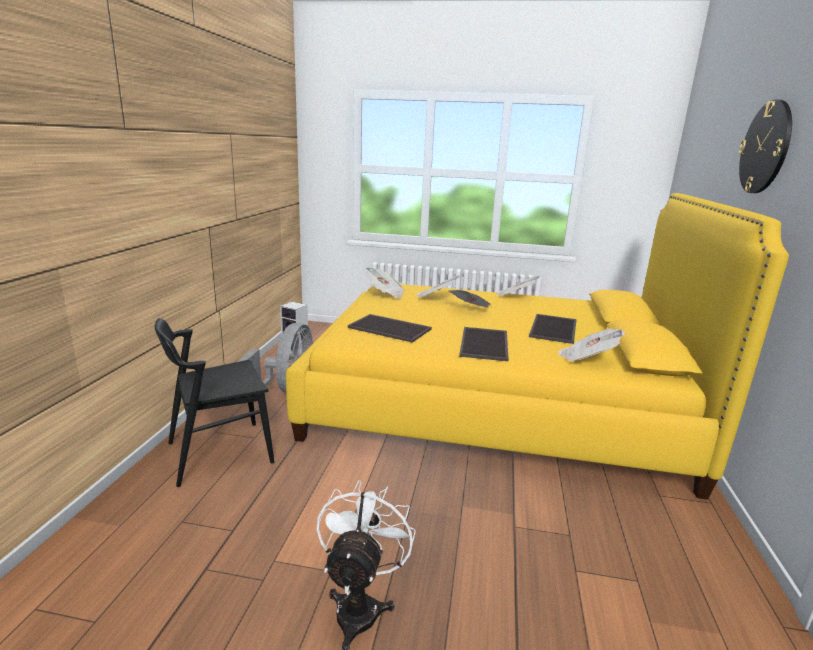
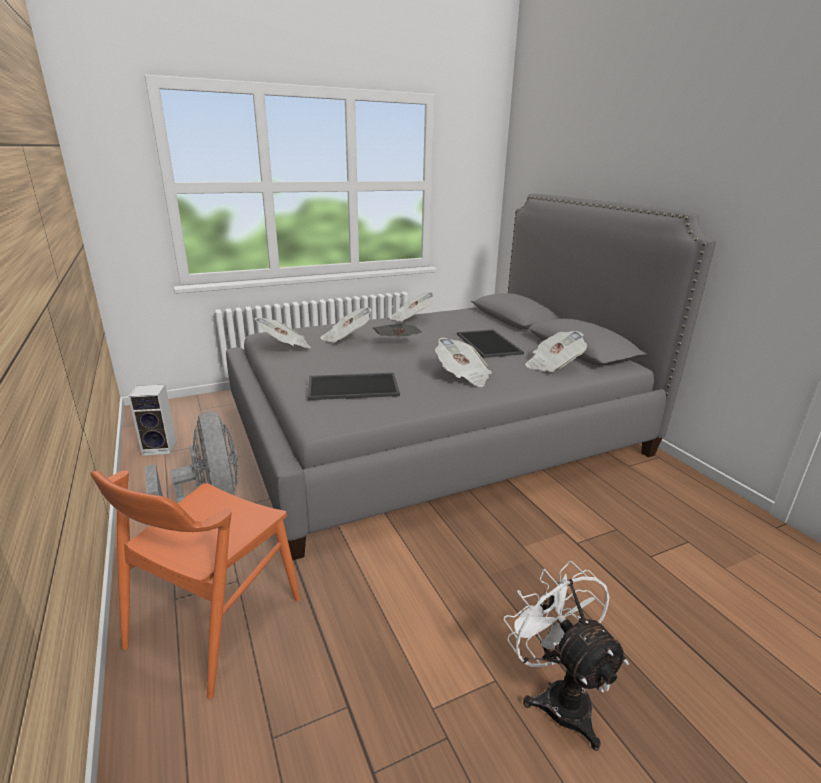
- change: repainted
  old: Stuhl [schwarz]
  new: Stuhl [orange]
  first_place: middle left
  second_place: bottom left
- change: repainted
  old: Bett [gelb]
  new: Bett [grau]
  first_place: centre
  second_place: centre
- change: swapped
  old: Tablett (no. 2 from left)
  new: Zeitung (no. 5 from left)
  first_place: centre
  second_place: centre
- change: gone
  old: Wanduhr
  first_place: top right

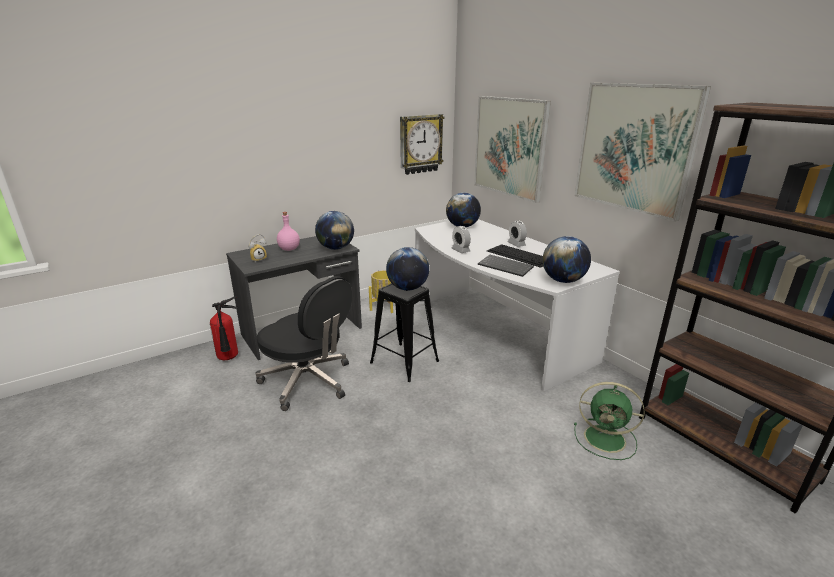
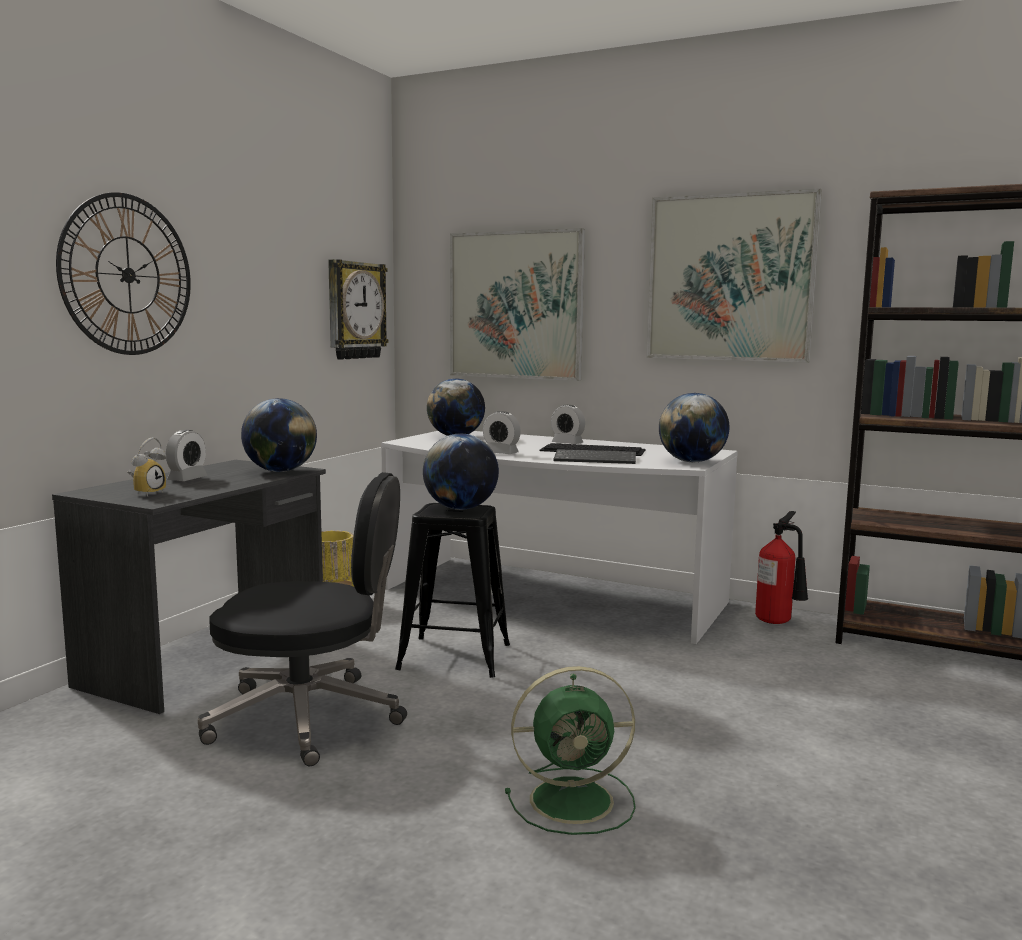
- change: new
  new: Wanduhr (no. 1 from left)
  second_place: top left
- change: swapped
  old: Flasche [rosa]
  new: Wecker (no. 2 from left)
  first_place: centre
  second_place: middle left
- change: shifted
  old: Ventilator [grün]
  first_place: bottom right
  second_place: bottom centre
- change: shifted
  old: Feuerlöscher
  first_place: middle left
  second_place: middle right

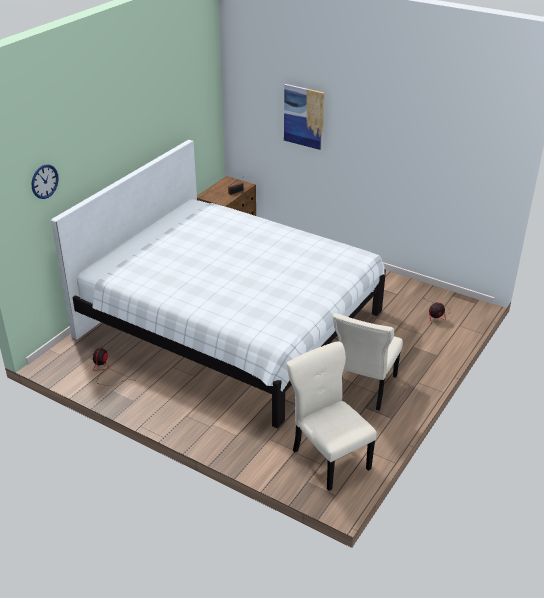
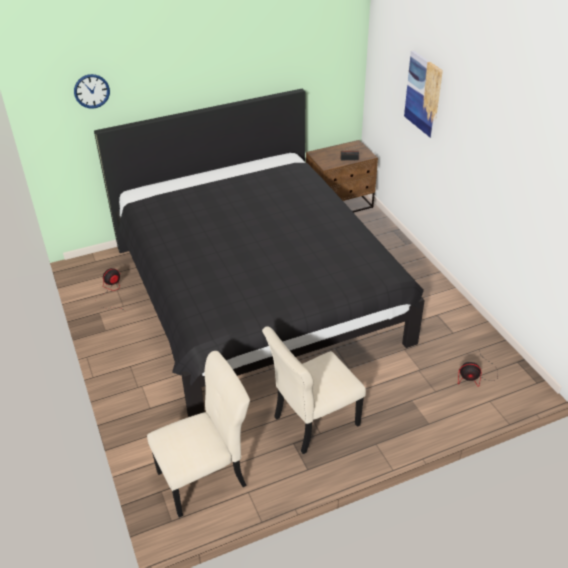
- change: repainted
  old: Bett [weiß]
  new: Bett [schwarz]
  first_place: centre
  second_place: centre
- change: rotated
  old: Stuhl [beige] (no. 1 from left)
  first_place: bottom centre
  second_place: bottom centre
  degrees: 60

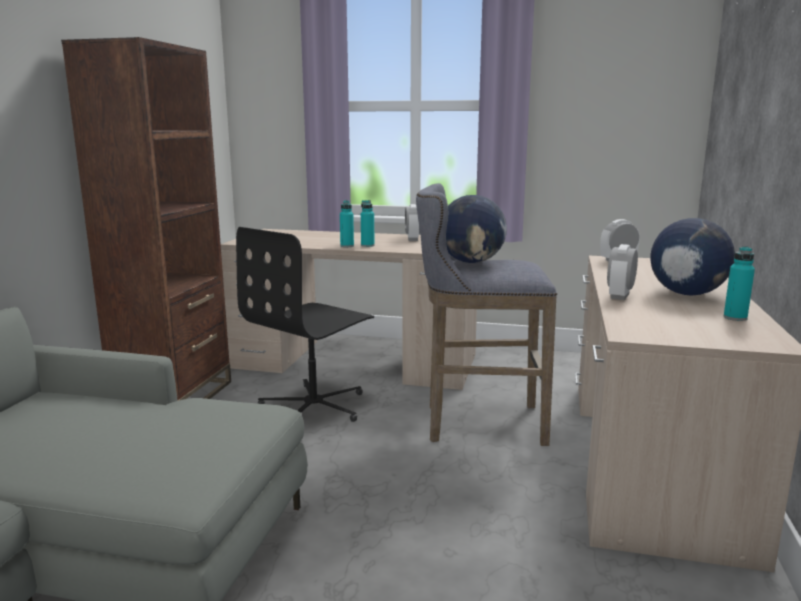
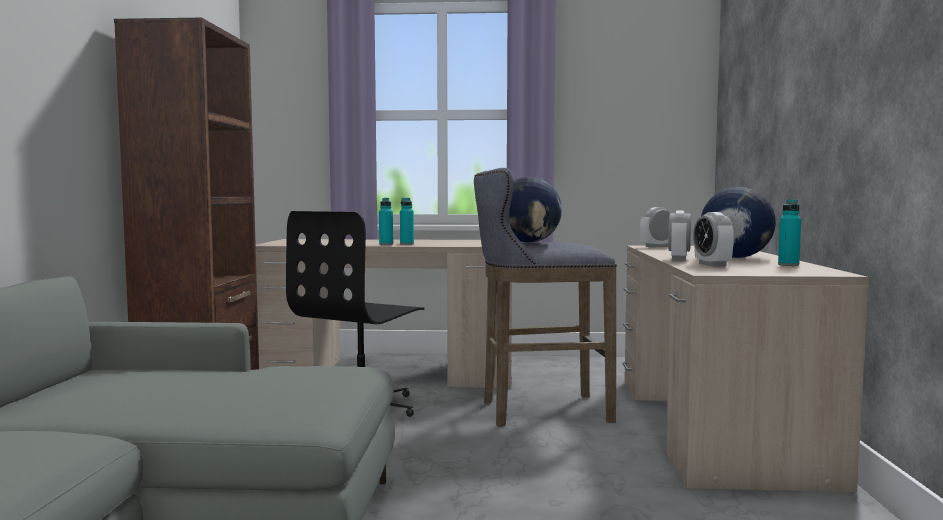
- change: shifted
  old: Wecker (no. 1 from left in the first image)
  new: Wecker (no. 3 from left)
  first_place: centre
  second_place: middle right

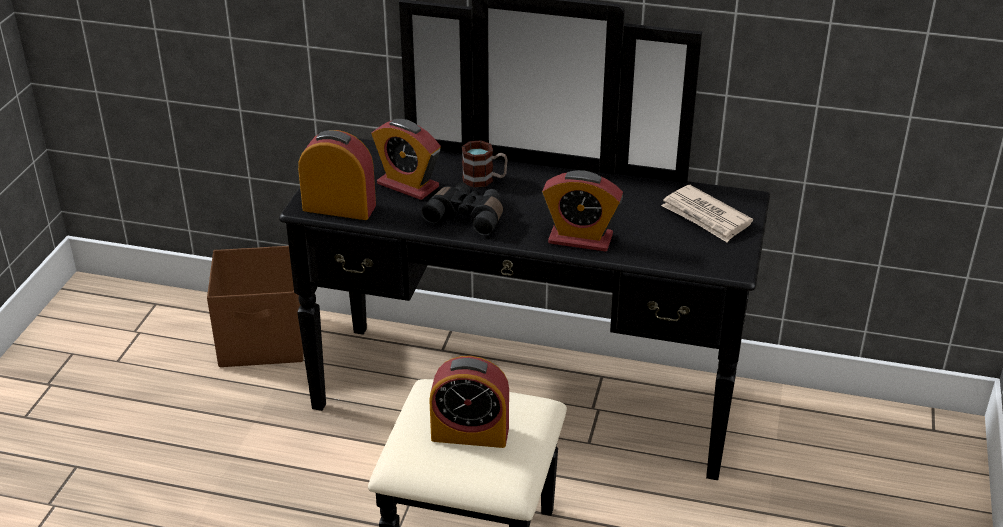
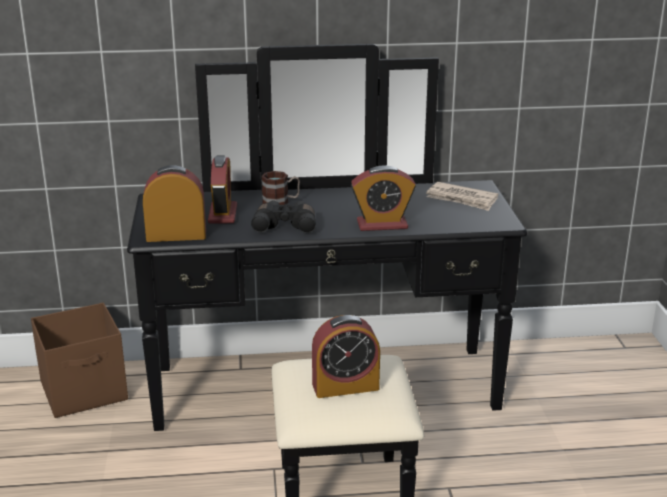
- change: rotated
  old: Wecker (no. 2 from left)
  first_place: top centre
  second_place: middle left
  degrees: -105

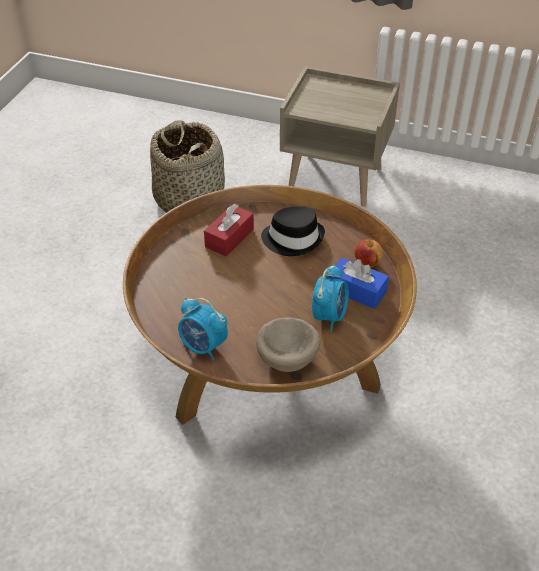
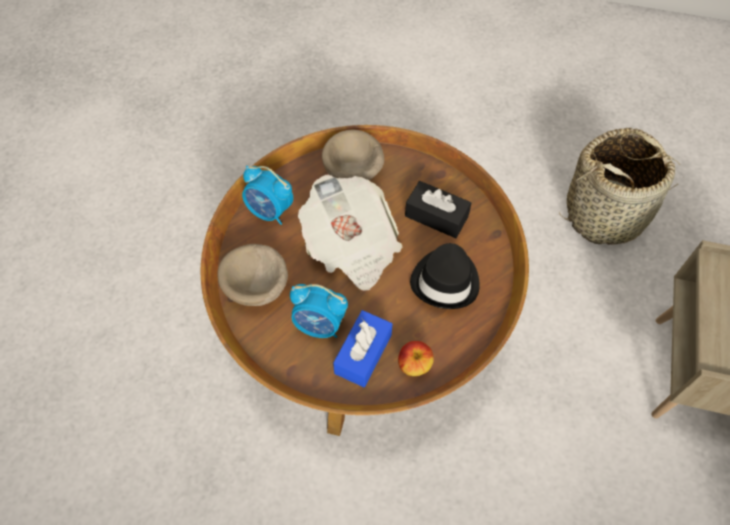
- change: rotated
  old: Wecker (no. 1 from left)
  first_place: centre
  second_place: centre
  degrees: -90
- change: new
  new: Zeitung
  second_place: centre
- change: new
  new: Schüssel [beige] (no. 2 from left)
  second_place: top centre
- change: repainted
  old: Taschentuchbox [rot]
  new: Taschentuchbox [schwarz]
  first_place: centre
  second_place: centre

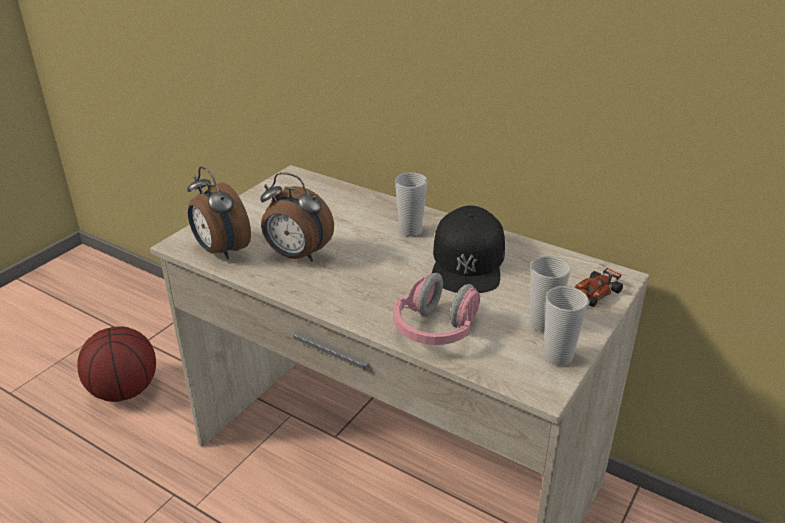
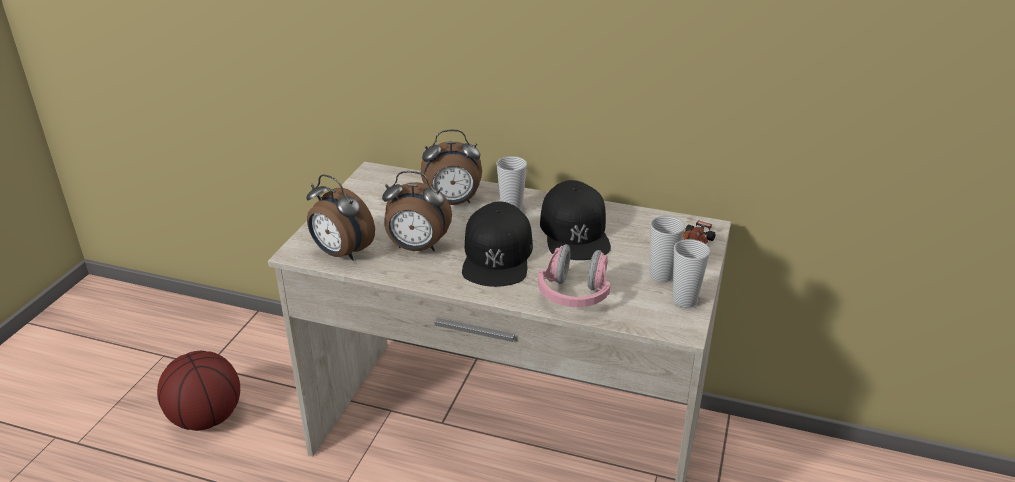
- change: new
  new: Wecker (no. 3 from left)
  second_place: centre
- change: new
  new: Kappe [schwarz] (no. 1 from left)
  second_place: centre

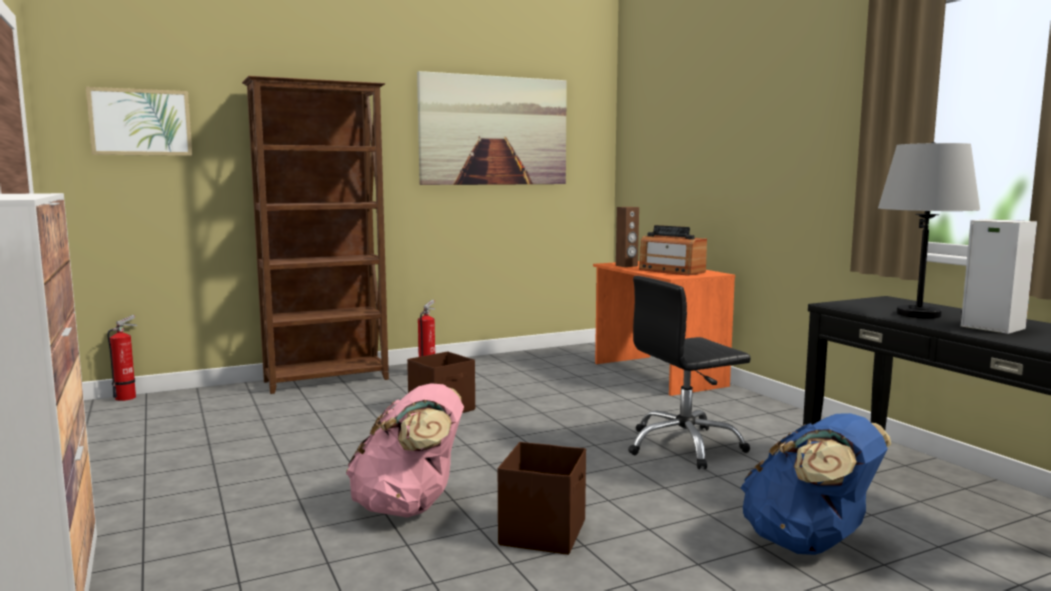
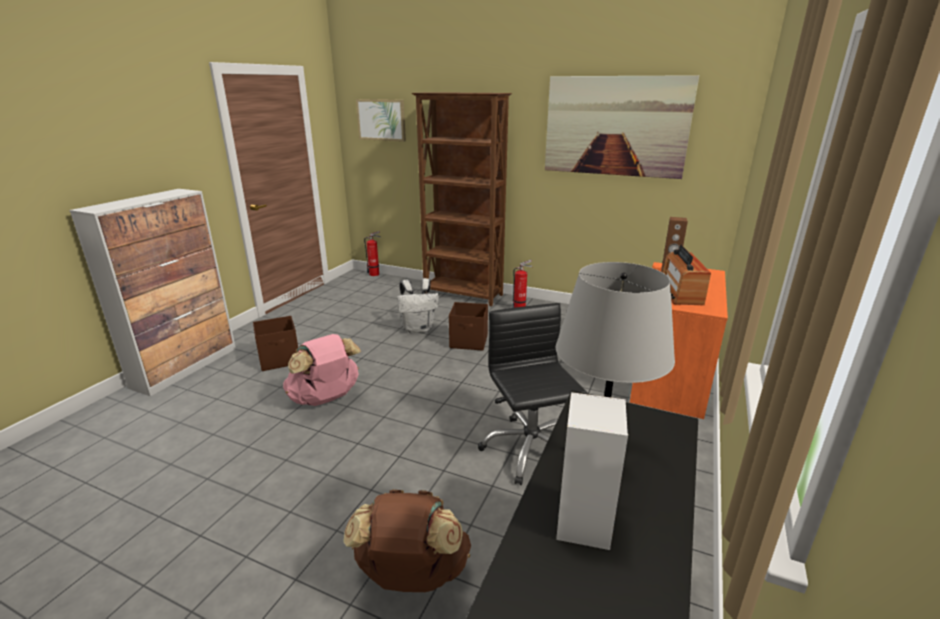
- change: shifted
  old: Aufbewahrungsbox [braun] (no. 2 from left in the first image)
  new: Aufbewahrungsbox [braun] (no. 1 from left)
  first_place: bottom centre
  second_place: middle left
- change: repainted
  old: Rucksack [blau]
  new: Rucksack [braun]
  first_place: bottom right
  second_place: bottom centre
- change: new
  new: Rucksack [weiß]
  second_place: centre
- change: rotated
  old: Bürostuhl [schwarz]
  first_place: centre
  second_place: centre
  degrees: 45

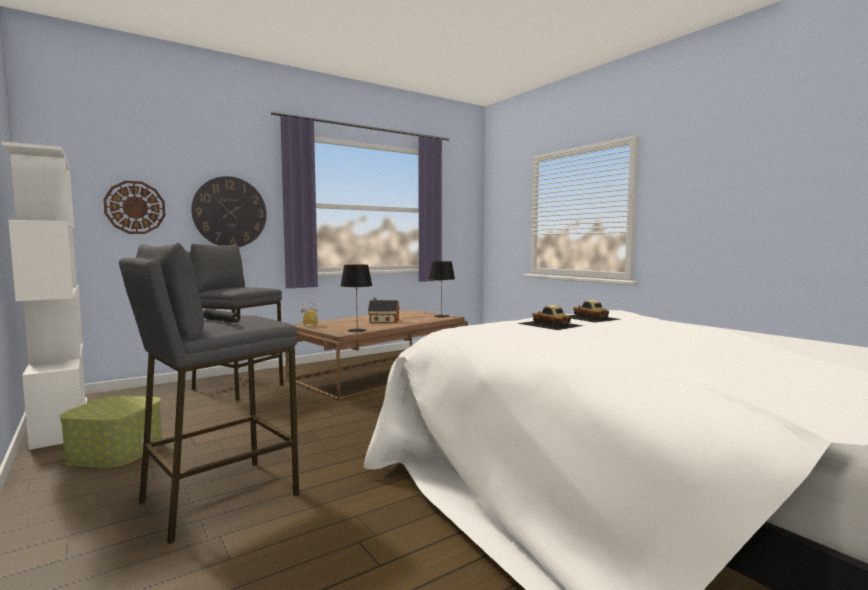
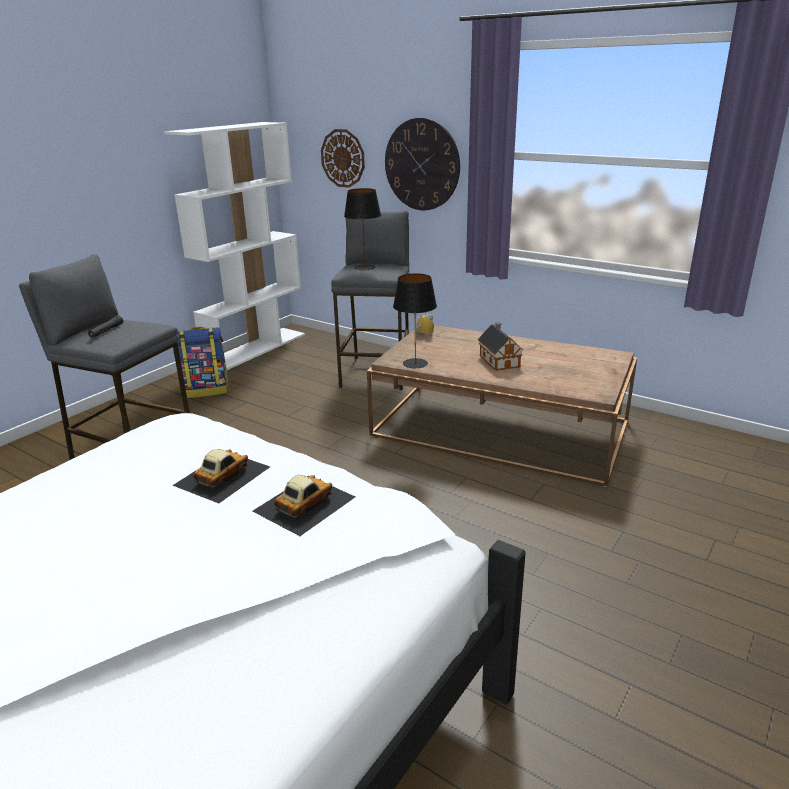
- change: swapped
  old: Aufbewahrungsbox
  new: Rucksack
  first_place: bottom left
  second_place: middle left
- change: shifted
  old: Tischlampe [schwarz] (no. 2 from left in the first image)
  new: Tischlampe [schwarz] (no. 1 from left)
  first_place: centre
  second_place: top centre

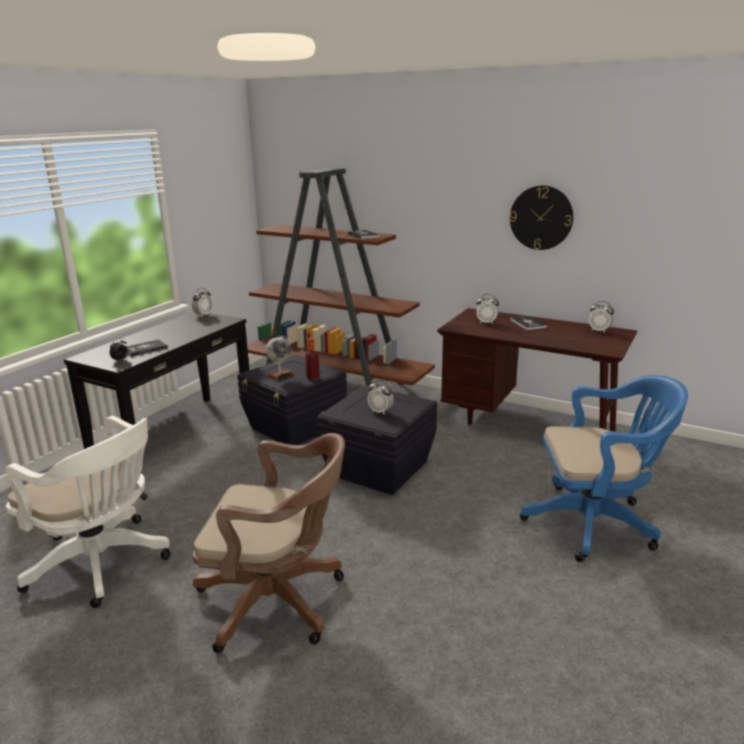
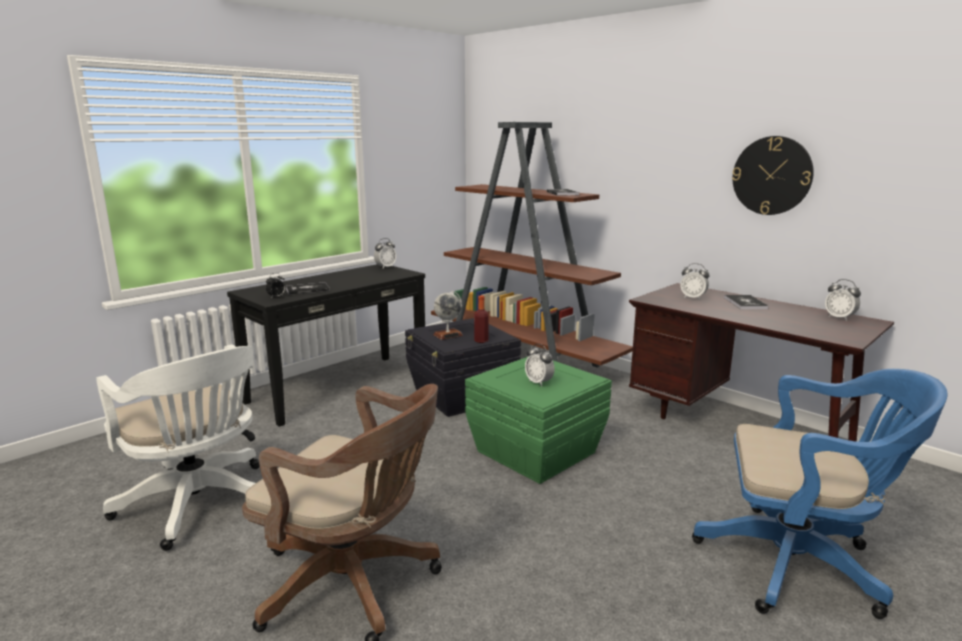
- change: repainted
  old: Aufbewahrungsbox [schwarz] (no. 2 from left)
  new: Aufbewahrungsbox [grün]
  first_place: centre
  second_place: centre

